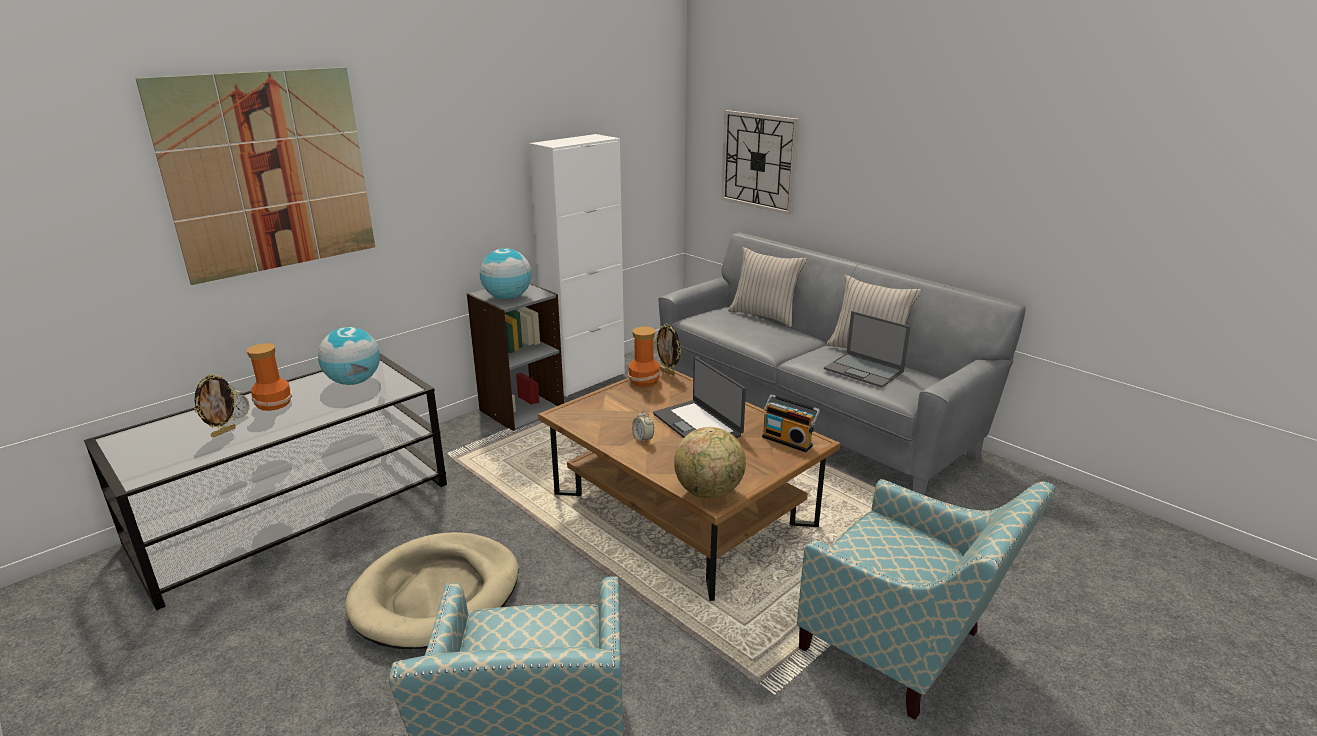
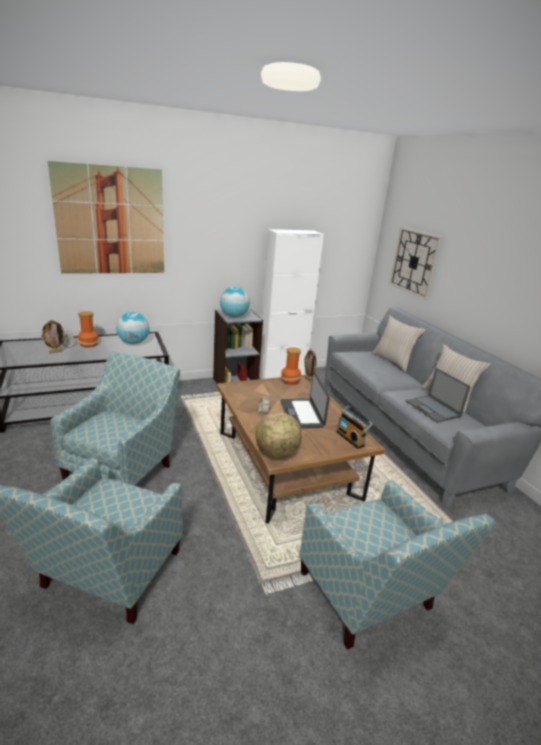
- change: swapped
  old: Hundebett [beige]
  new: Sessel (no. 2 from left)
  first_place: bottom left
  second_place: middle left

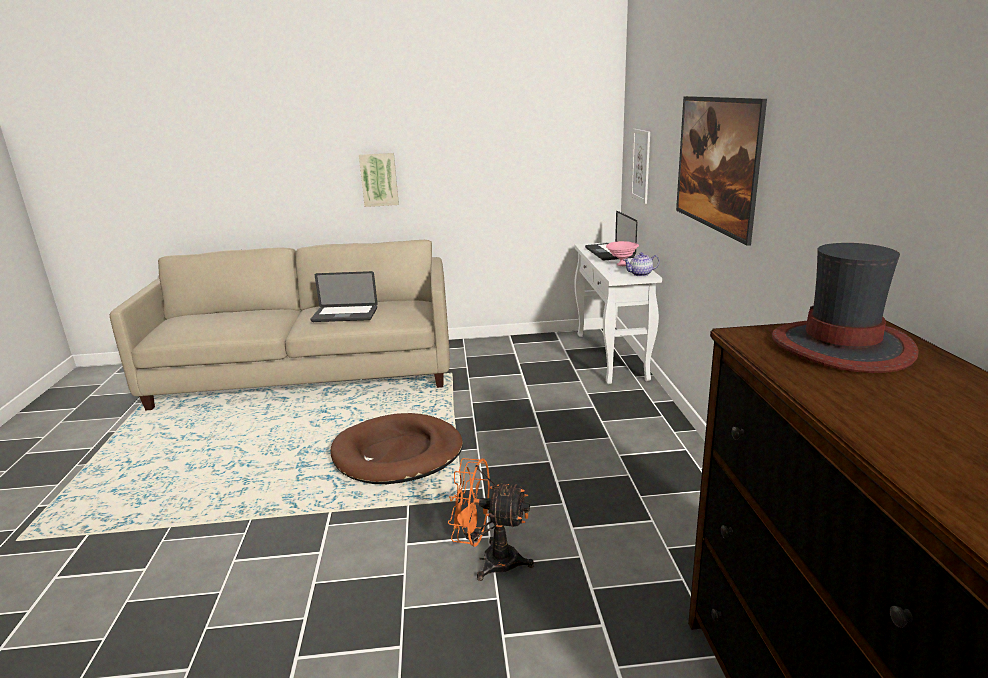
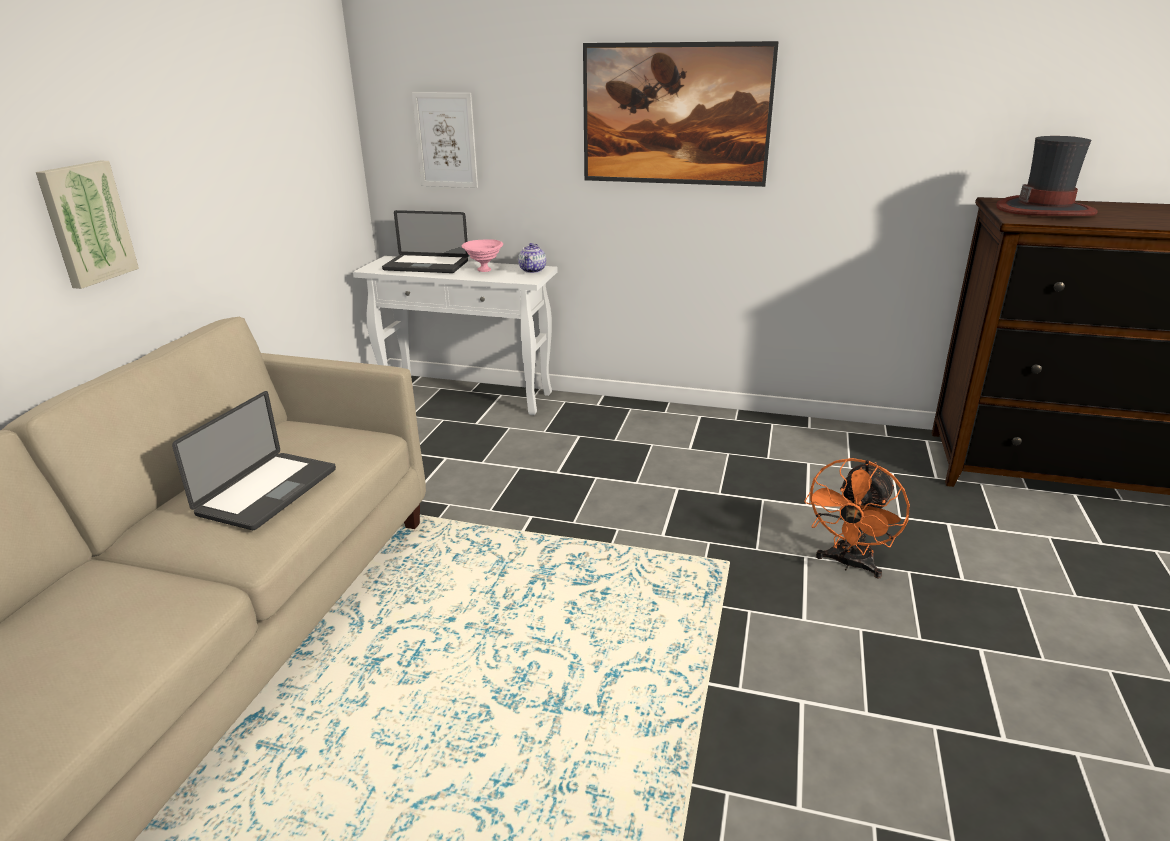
- change: gone
  old: Hundebett [braun]
  first_place: centre

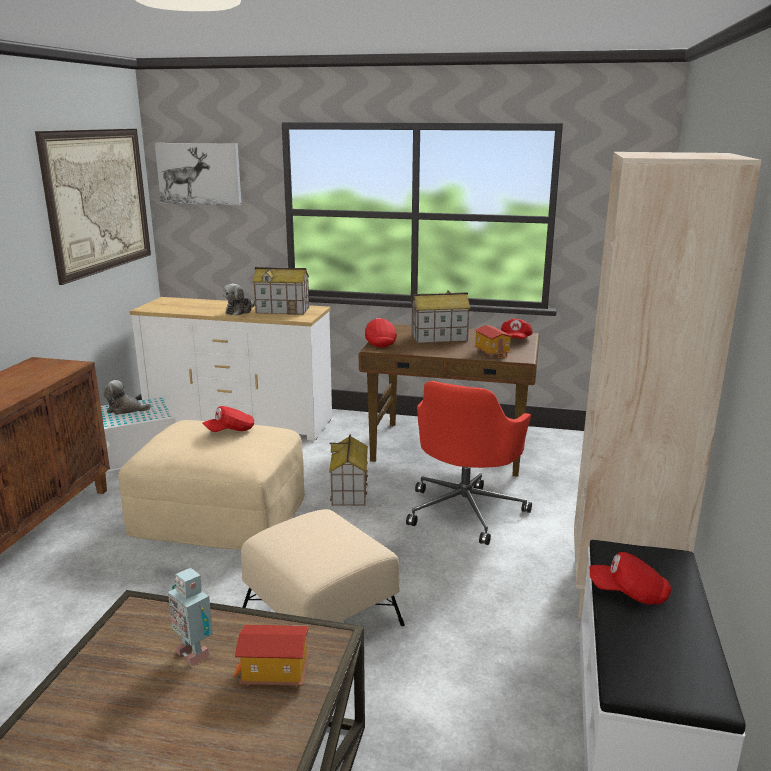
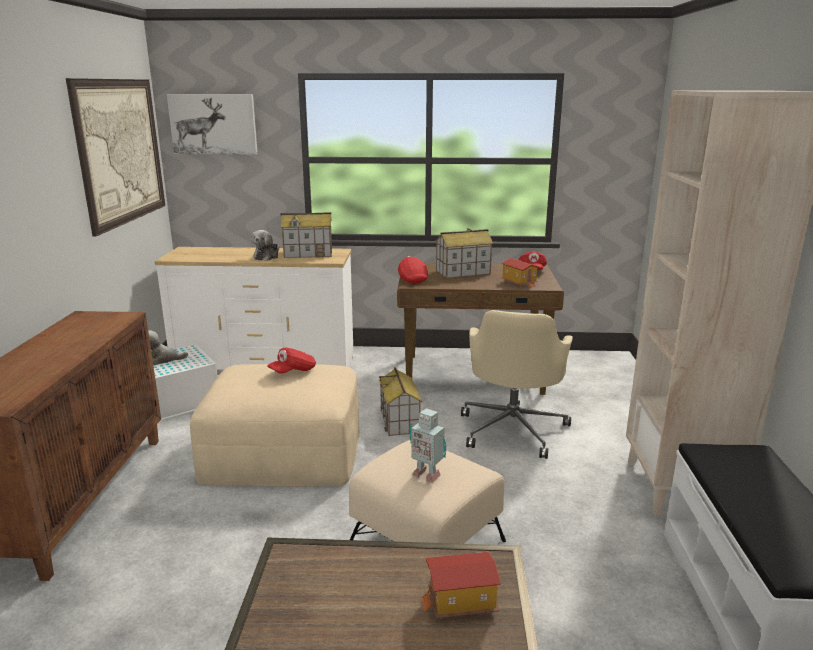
- change: shifted
  old: Spielzeugroboter
  first_place: bottom left
  second_place: bottom centre
- change: repainted
  old: Bürostuhl [rot]
  new: Bürostuhl [beige]
  first_place: centre
  second_place: centre
- change: gone
  old: Kappe [rot] (no. 4 from left)
  first_place: bottom right

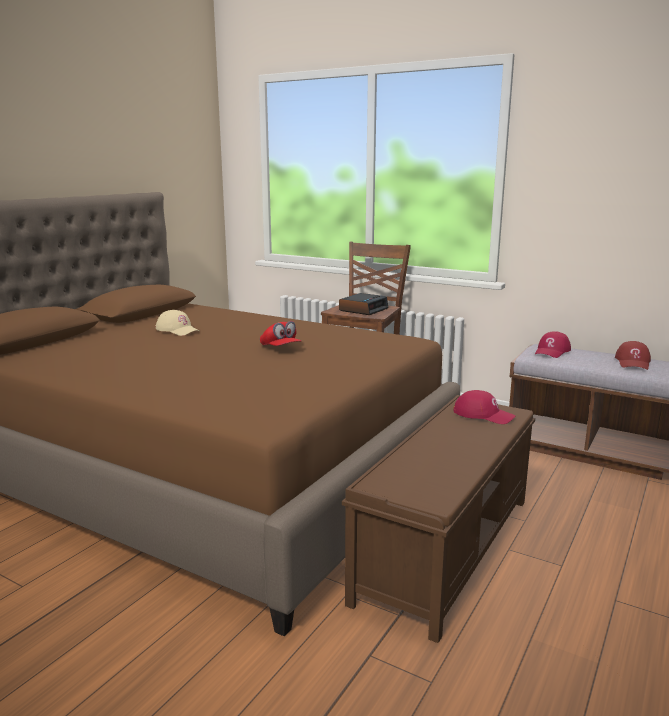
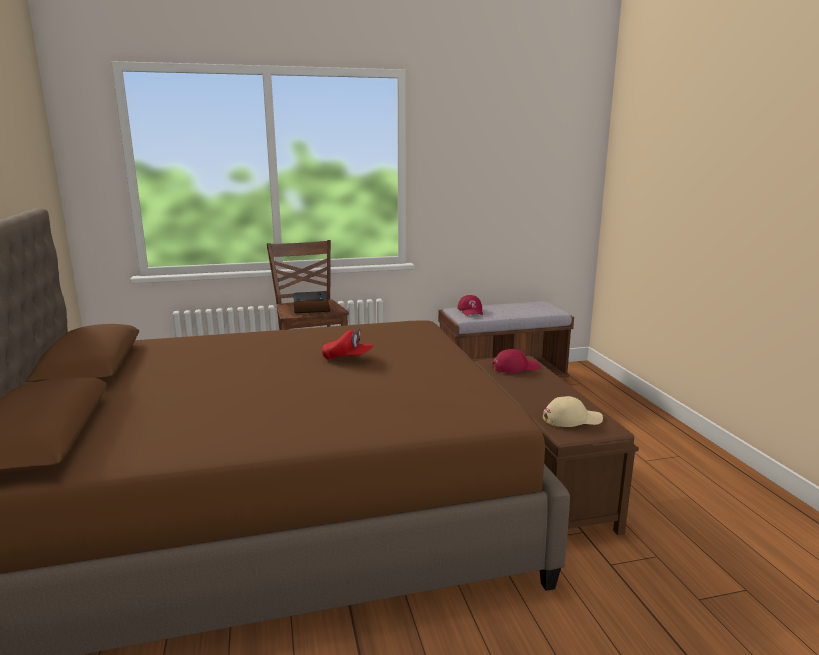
- change: shifted
  old: Kappe [beige]
  first_place: middle left
  second_place: middle right
- change: gone
  old: Kappe [rot] (no. 4 from left)
  first_place: middle right

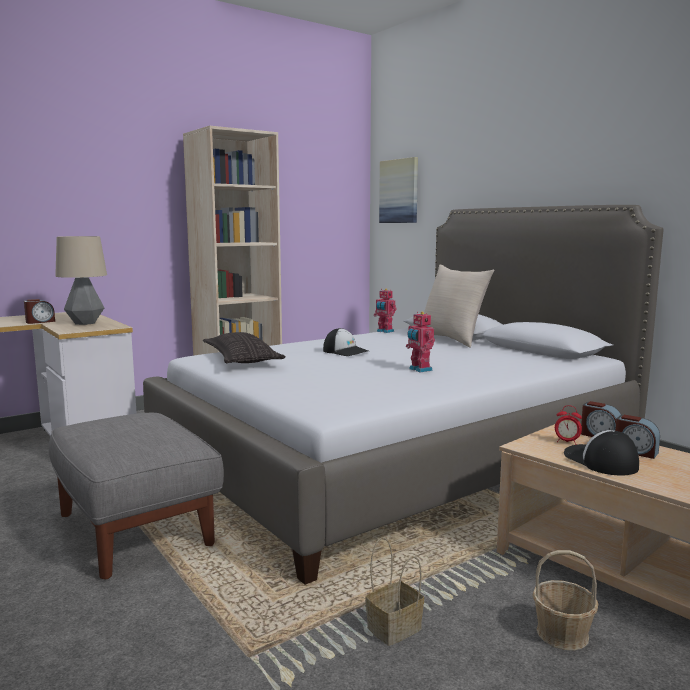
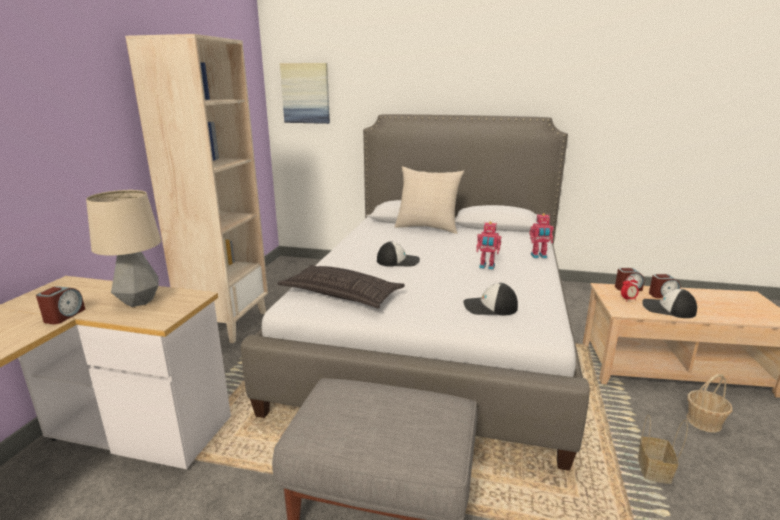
- change: new
  new: Kappe (no. 2 from left)
  second_place: centre
- change: shifted
  old: Spielzeugroboter (no. 1 from left in the first image)
  new: Spielzeugroboter (no. 2 from left)
  first_place: centre
  second_place: middle right

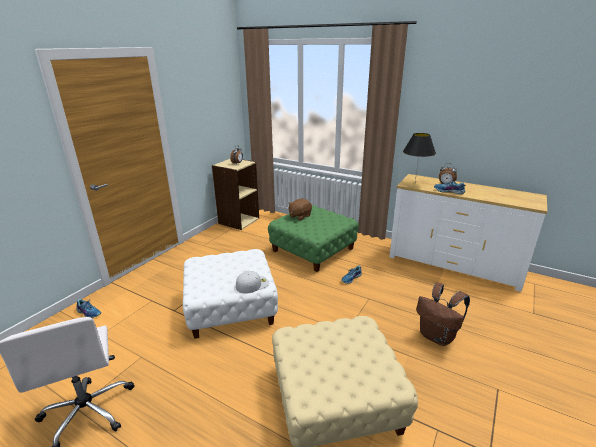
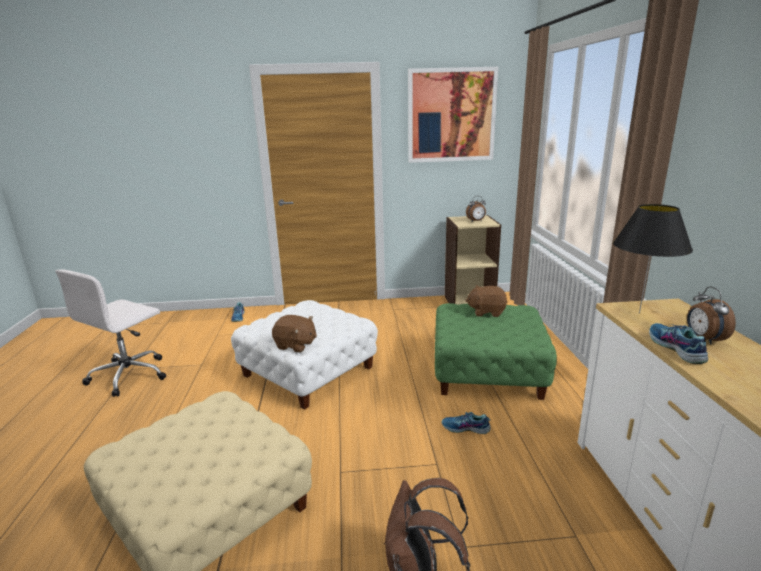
- change: swapped
  old: Kappe [weiß]
  new: Plüschtier [braun] (no. 1 from left)
  first_place: centre
  second_place: centre
- change: new
  new: Bild
  second_place: top centre

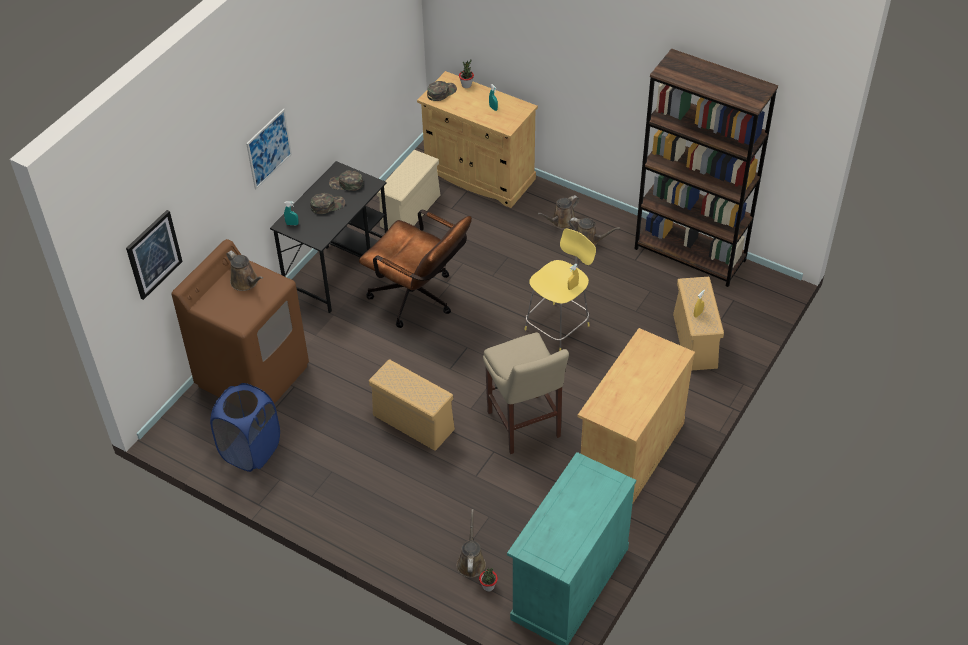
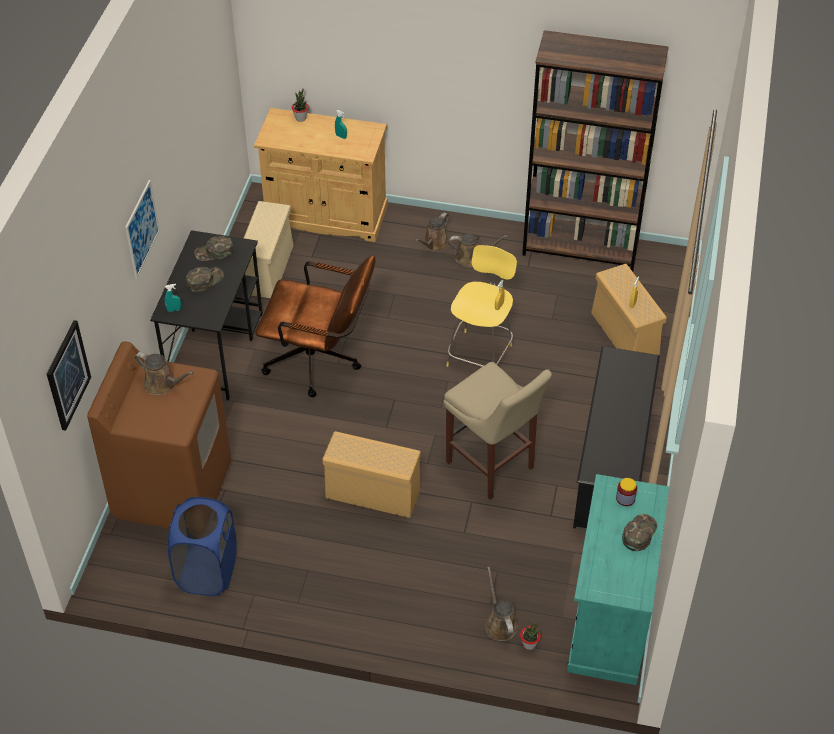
- change: swapped
  old: Schrank [beige] (no. 2 from left)
  new: Schuhregal [schwarz]
  first_place: centre
  second_place: middle right
- change: new
  new: Vorratsglas
  second_place: bottom right
- change: shifted
  old: Kappe [grün] (no. 3 from left)
  first_place: top centre
  second_place: bottom right

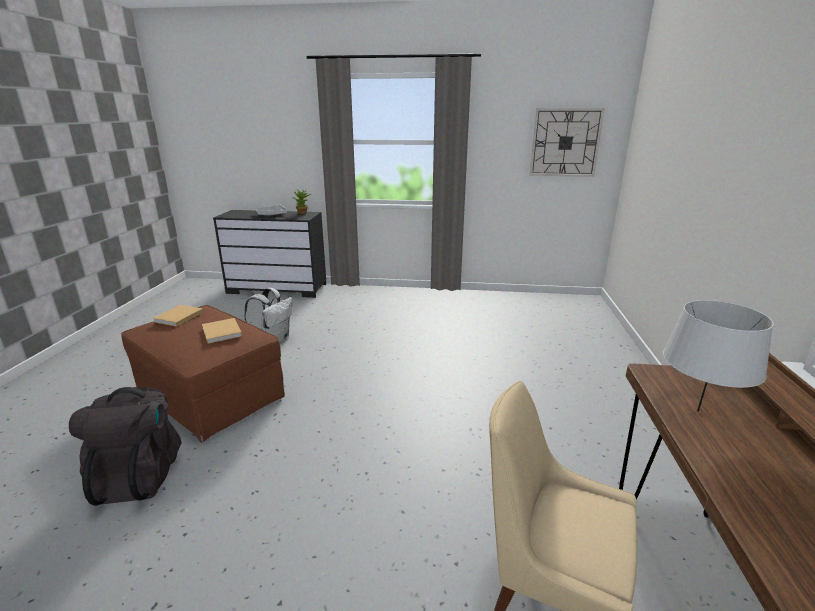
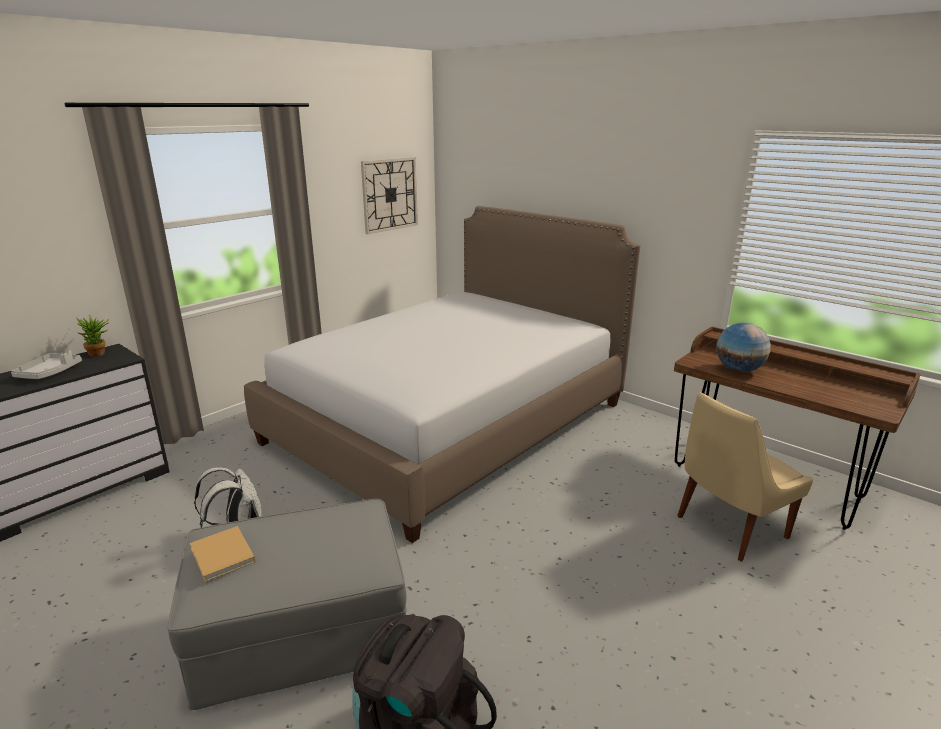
- change: repainted
  old: Polsterhocker [braun]
  new: Polsterhocker [grau]
  first_place: middle left
  second_place: bottom left
- change: new
  new: Bett
  second_place: centre
- change: swapped
  old: Tischlampe [grau]
  new: Globus
  first_place: middle right
  second_place: middle right
- change: gone
  old: Buch [beige] (no. 2 from left)
  first_place: middle left

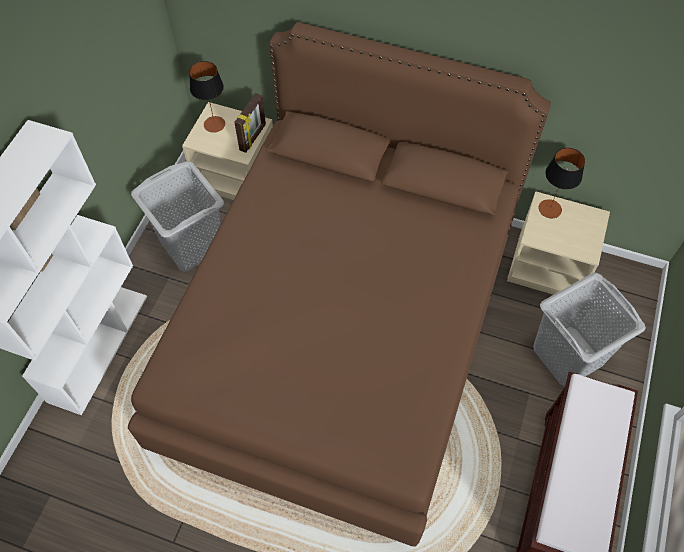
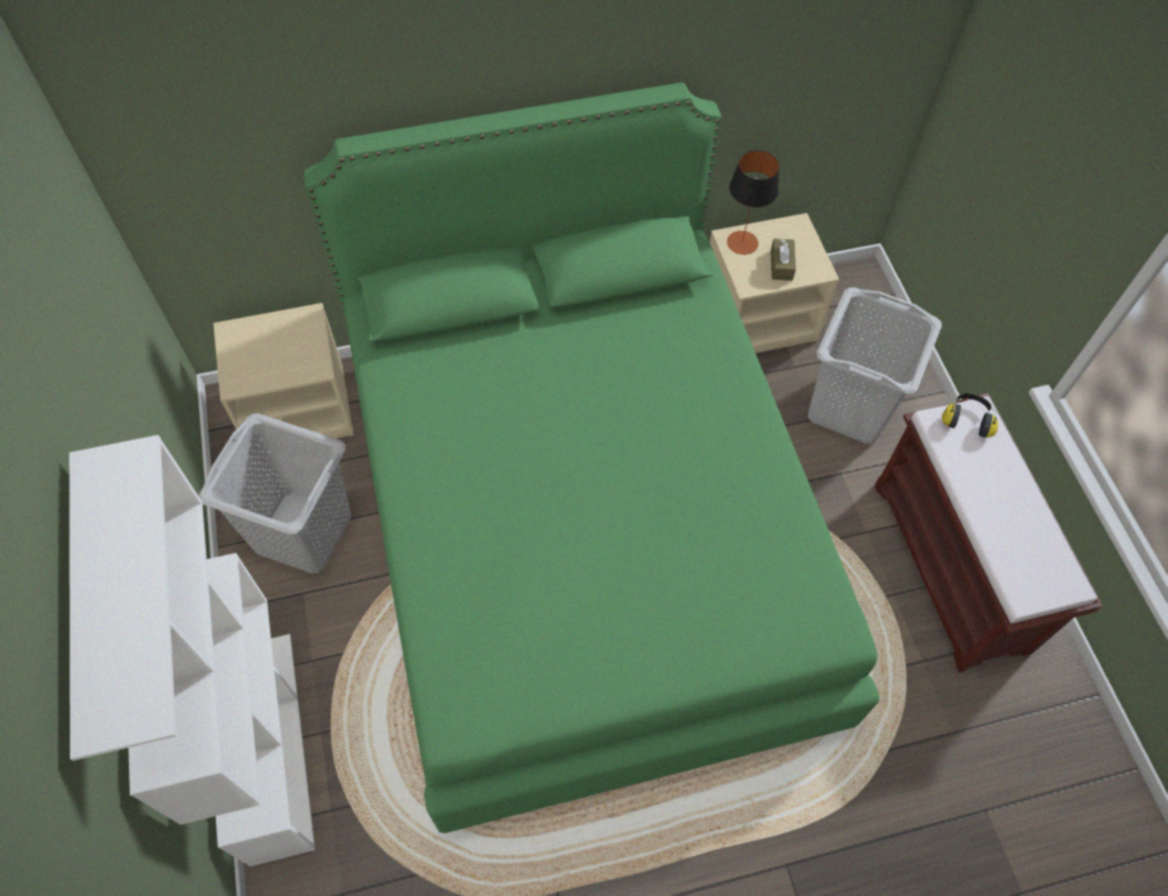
- change: repainted
  old: Bett [braun]
  new: Bett [grün]
  first_place: centre
  second_place: centre
- change: new
  new: Taschentuchbox [braun]
  second_place: top right
- change: new
  new: Kopfhörer
  second_place: middle right
- change: gone
  old: Tischlampe (no. 1 from left)
  first_place: top left
- change: gone
  old: Bilderrahmen
  first_place: top centre

